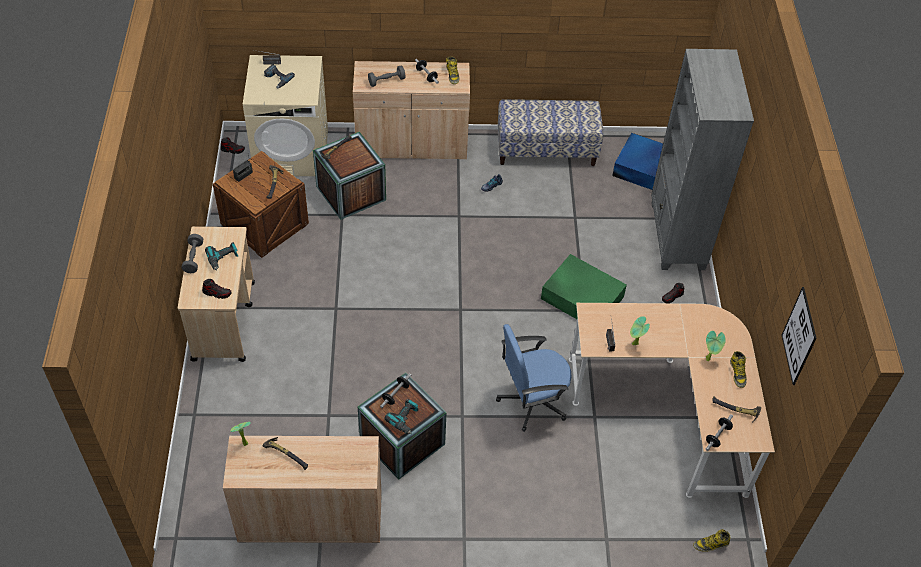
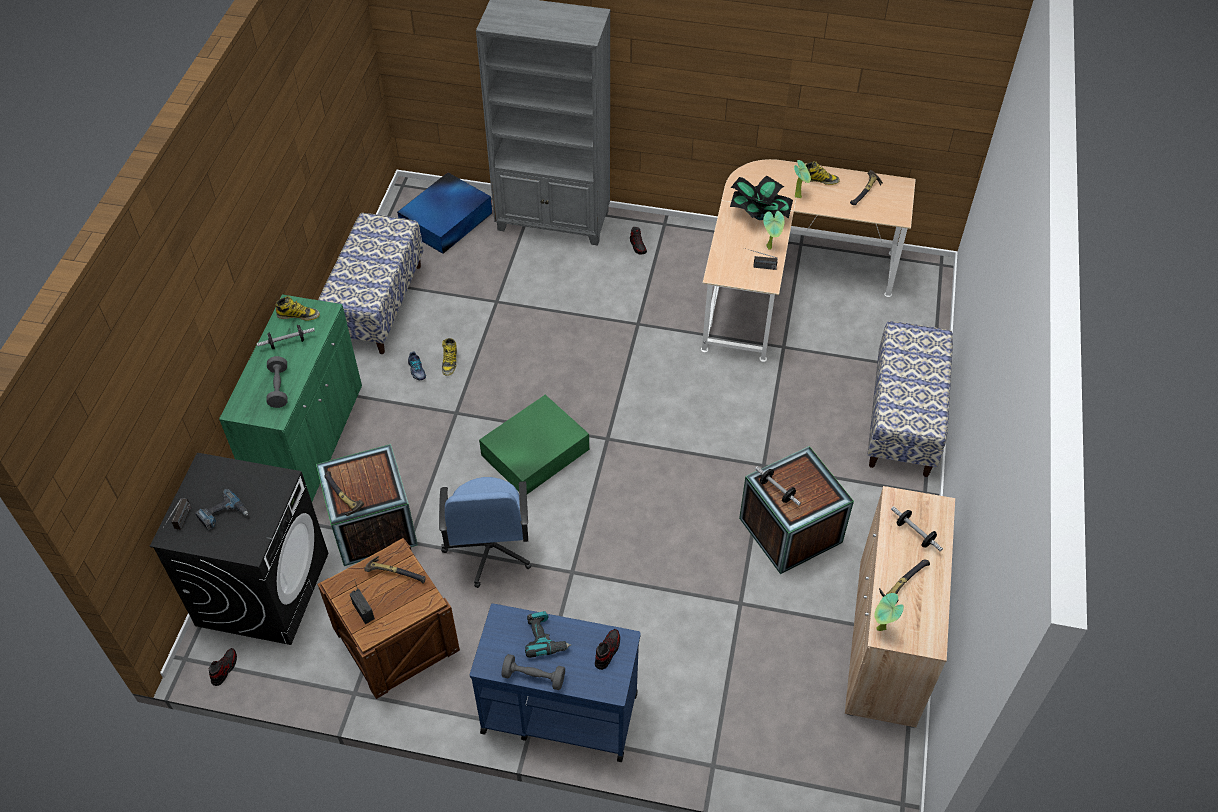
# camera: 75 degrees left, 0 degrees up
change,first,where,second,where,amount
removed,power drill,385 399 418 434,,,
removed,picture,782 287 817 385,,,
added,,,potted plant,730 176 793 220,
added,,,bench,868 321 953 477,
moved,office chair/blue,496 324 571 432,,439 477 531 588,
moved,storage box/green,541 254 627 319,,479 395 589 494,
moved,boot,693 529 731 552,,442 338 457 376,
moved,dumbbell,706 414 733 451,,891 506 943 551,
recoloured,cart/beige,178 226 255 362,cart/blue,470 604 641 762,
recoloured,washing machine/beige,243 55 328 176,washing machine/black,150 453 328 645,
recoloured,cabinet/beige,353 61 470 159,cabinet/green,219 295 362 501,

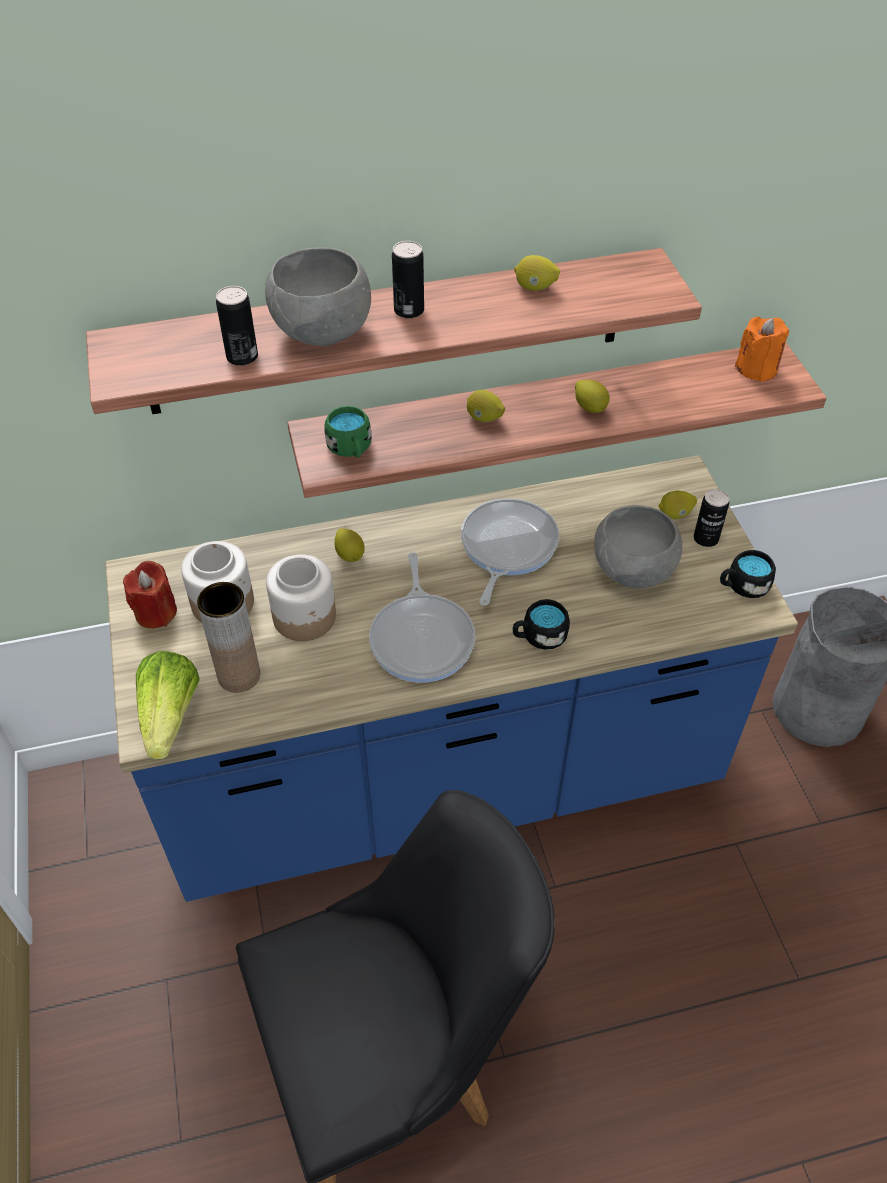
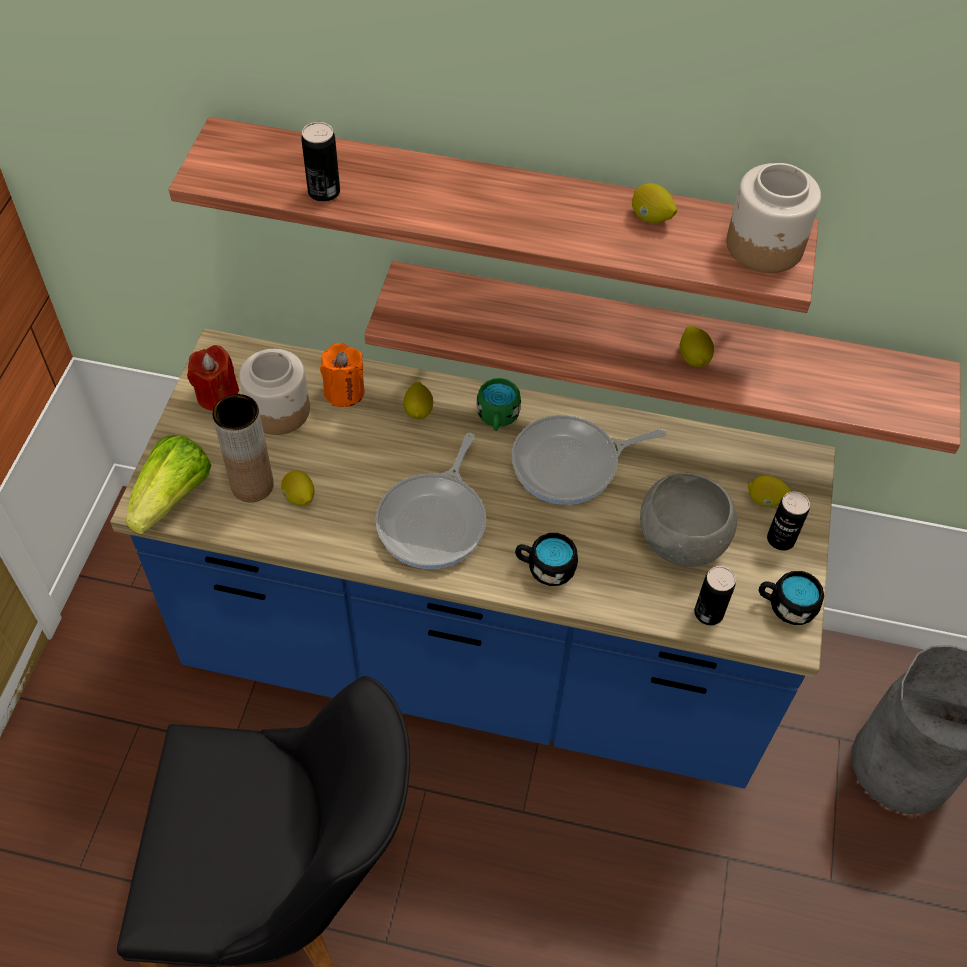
# camera: 25 degrees right, 5 degrees up
change,first,where,second,where,amount
removed,bowl/grey,265 247 371 346,,,
moved,jar,266 554 336 641,,726 163 821 273,
moved,mug/green,324 406 372 458,,476 378 521 431,
moved,can,392 241 424 319,,694 566 736 625,
moved,lemon,467 390 505 422,,281 470 315 506,
moved,candle/orange,735 317 789 382,,320 343 365 407,
turned,frying pan,461 498 559 606,,512 415 666 505,150 degrees counterclockwise

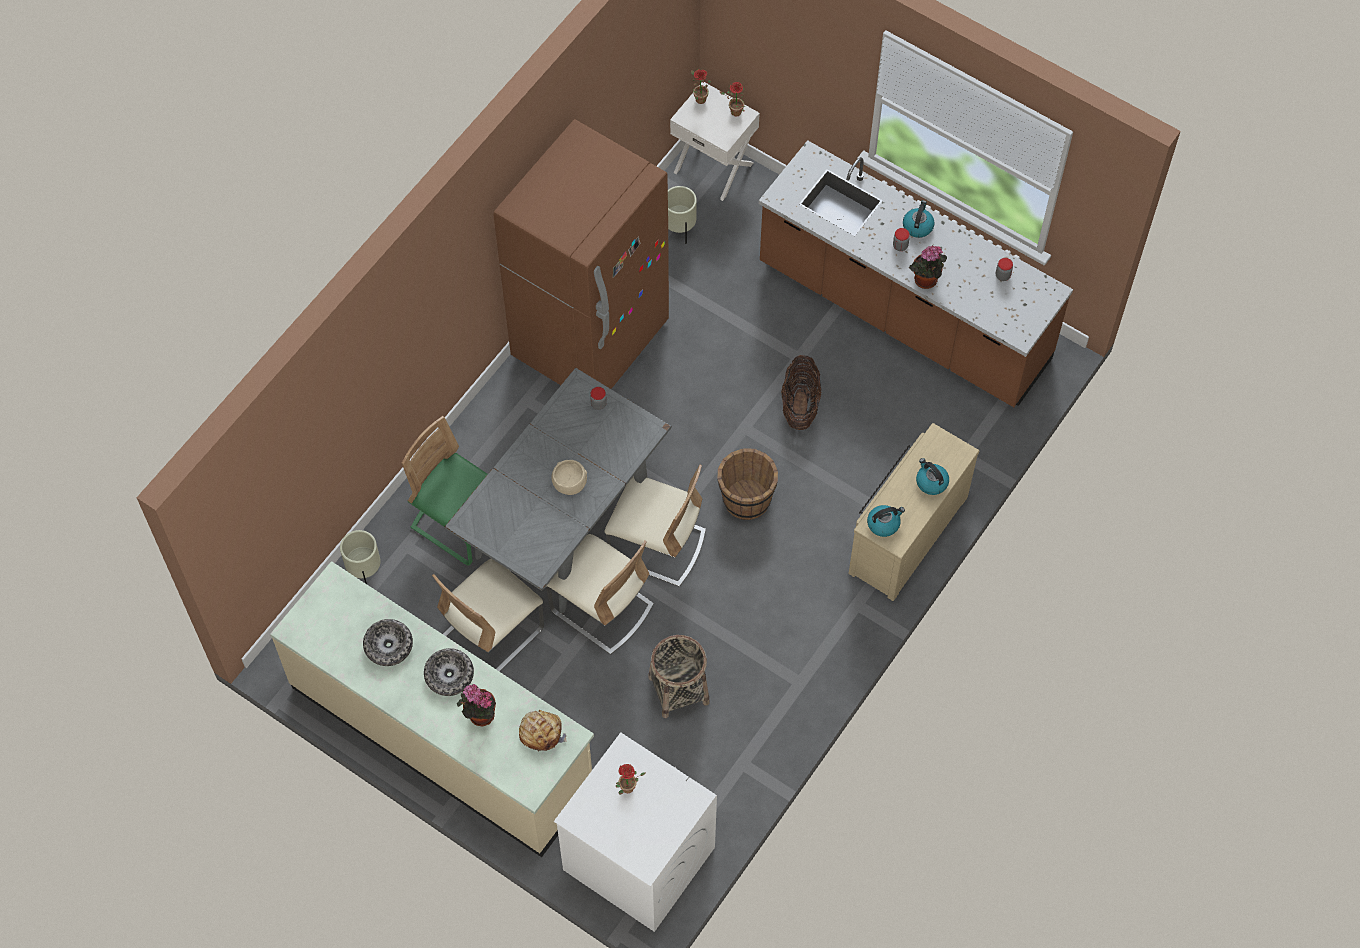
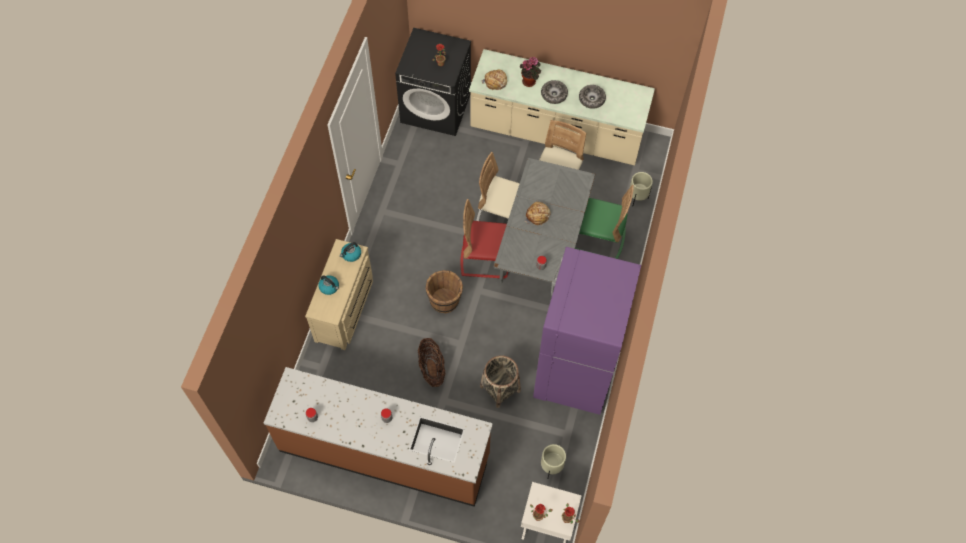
# camera: 160 degrees right, 0 degrees up
change,first,where,second,where,amount
removed,kettle,903 200 935 238,,,
removed,potted plant,909 245 947 289,,,
moved,basket,648 635 709 718,,480 356 521 408,
replaced,bowl/beige,552 460 587 495,bread,525 202 551 226,
recoloured,fridge/brown,493 119 669 389,fridge/purple,533 247 641 415,
recoloured,washing machine/white,554 733 717 932,washing machine/black,395 28 471 136,
recoloured,chair/beige,604 465 706 587,chair/red,460 199 508 278,

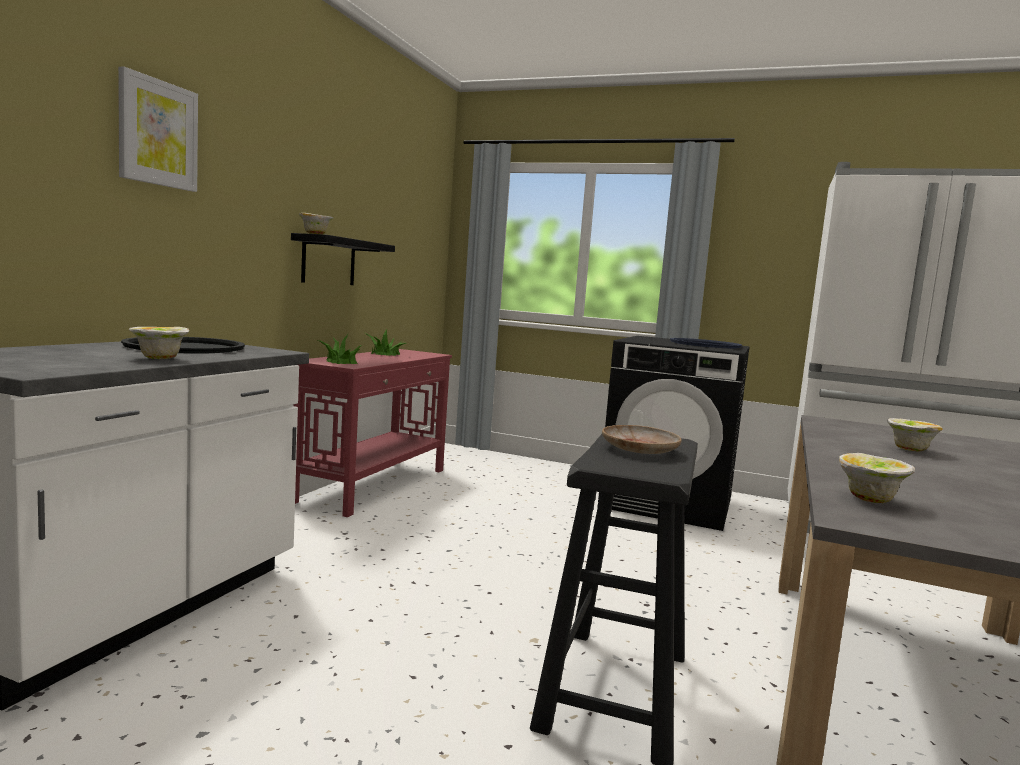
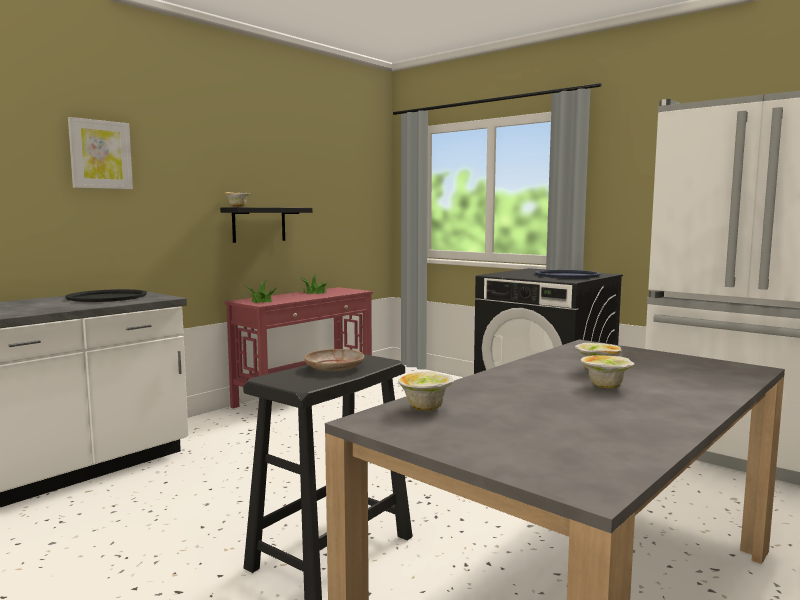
# camera: 20 degrees right, 0 degrees up
change,first,where,second,where,amount
moved,bowl,129 327 189 359,,581 355 634 389,

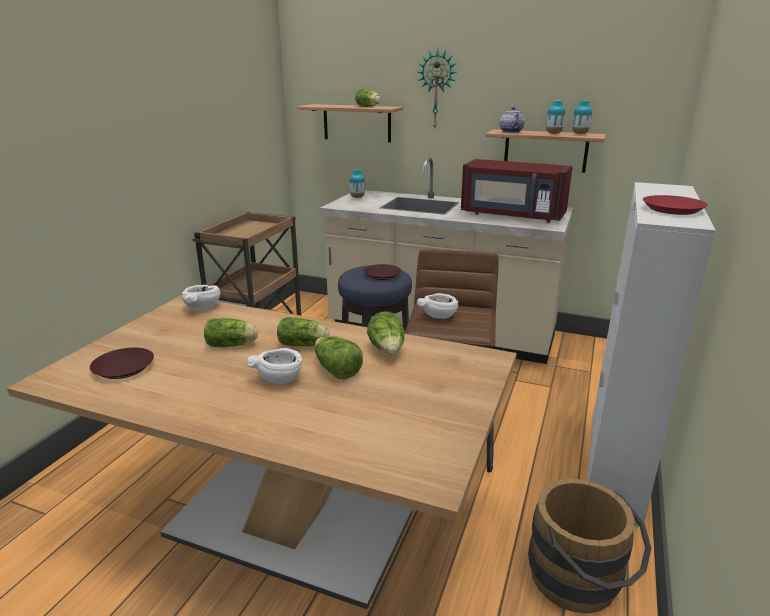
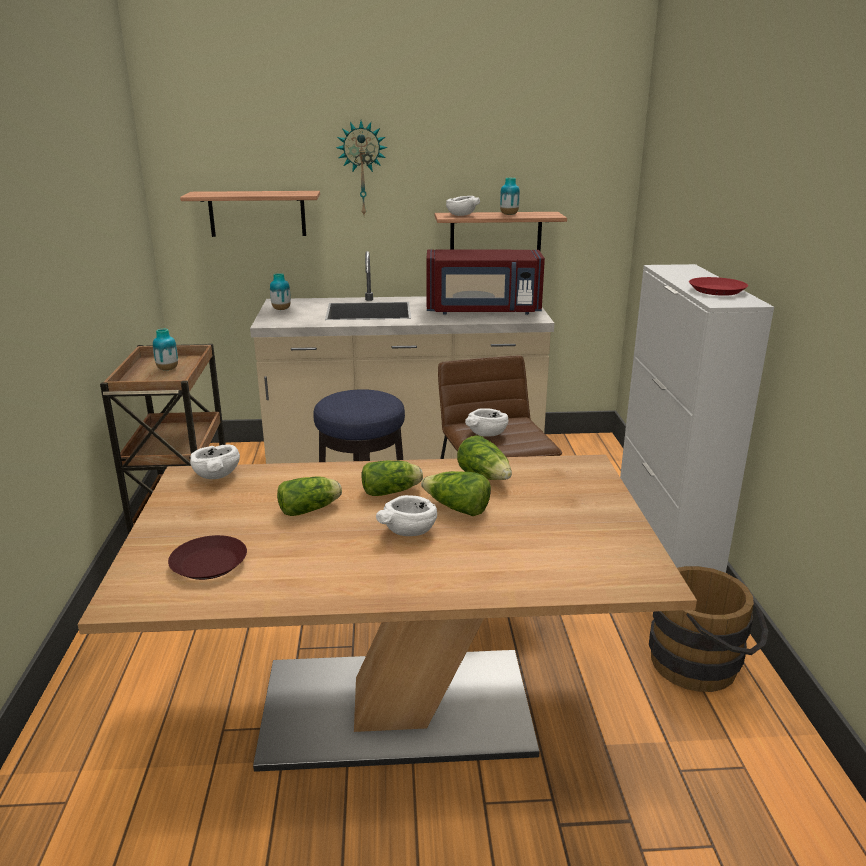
# camera: 25 degrees left, 0 degrees up
change,first,where,second,where,amount
removed,lettuce,355 89 381 107,,,
removed,plate/brown,364 264 401 280,,,
moved,vase,572 100 592 134,,153 329 178 370,
replaced,teapot,500 107 525 133,bowl/white,446 196 480 216,

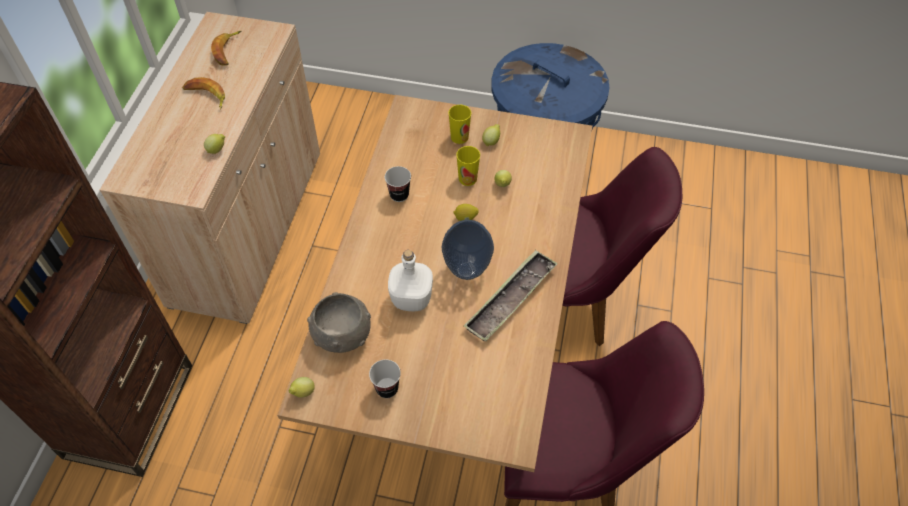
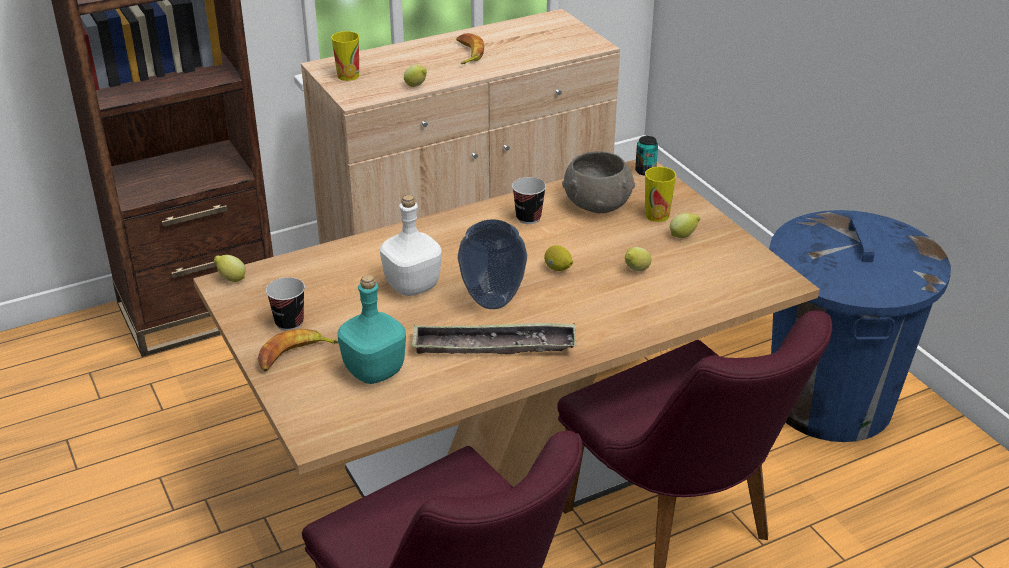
# camera: 50 degrees right, 20 degrees down
change,first,where,second,where,amount
added,,,bottle/turquoise,337 275 406 384,
added,,,can,635 136 658 176,
moved,banana,211 31 241 66,,257 329 338 371,
moved,bowl/grey,307 292 371 353,,562 151 635 213,
moved,cup,456 146 480 186,,331 31 359 81,

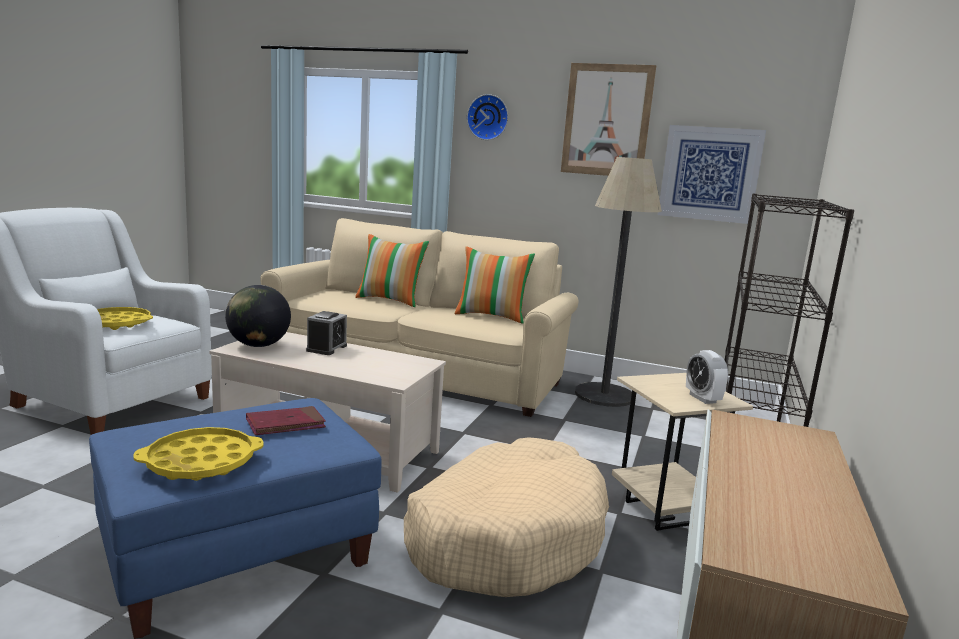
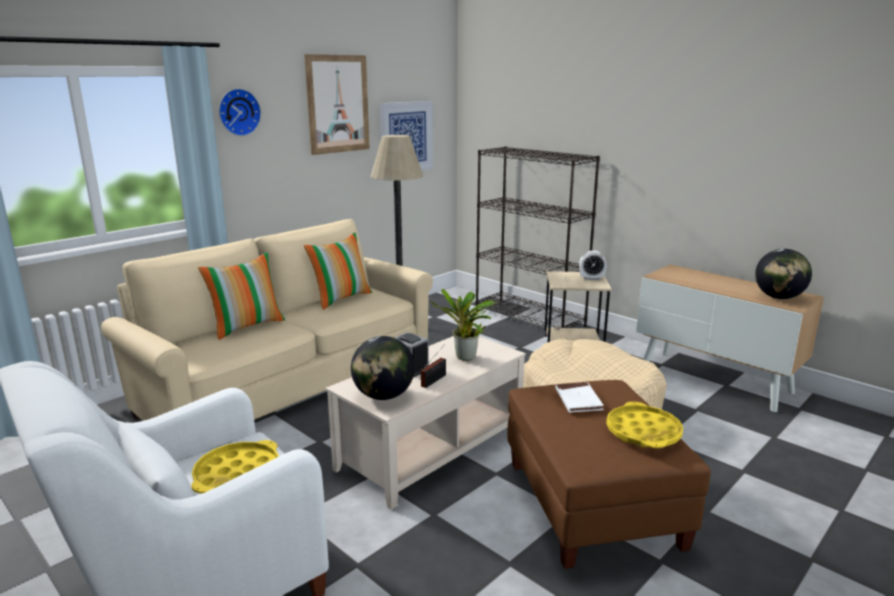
# camera: 65 degrees left, 5 degrees up
change,first,where,second,where,amount
added,,,radio,421 344 446 388,
added,,,potted plant,431 289 499 361,
added,,,globe,755 249 812 299,
recoloured,ottoman/blue,89 398 381 639,ottoman/brown,507 380 711 569,
recoloured,book/red,246 406 326 435,book/white,555 382 604 413,

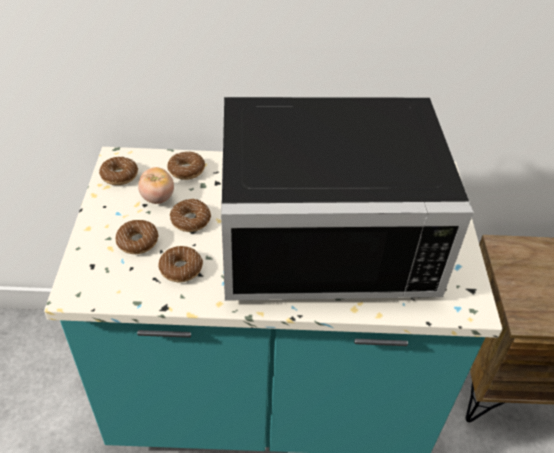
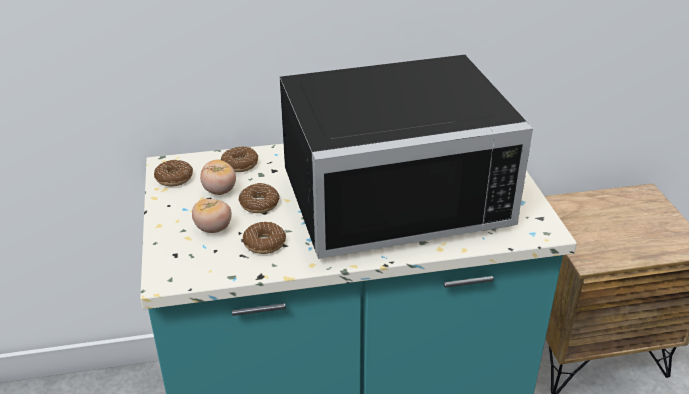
# camera: 10 degrees left, 10 degrees down
change,first,where,second,where,amount
replaced,donut,116 220 158 254,tomato,192 199 232 233,

